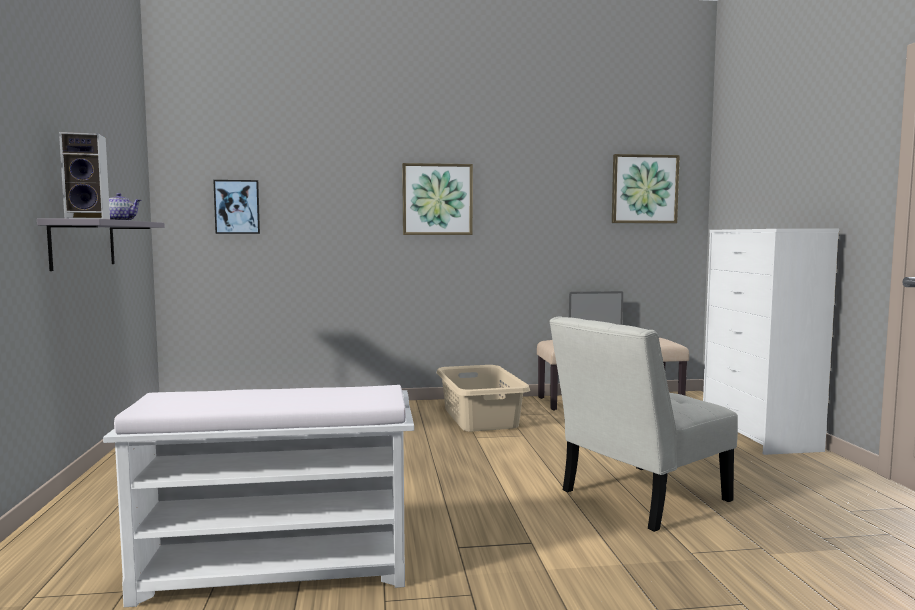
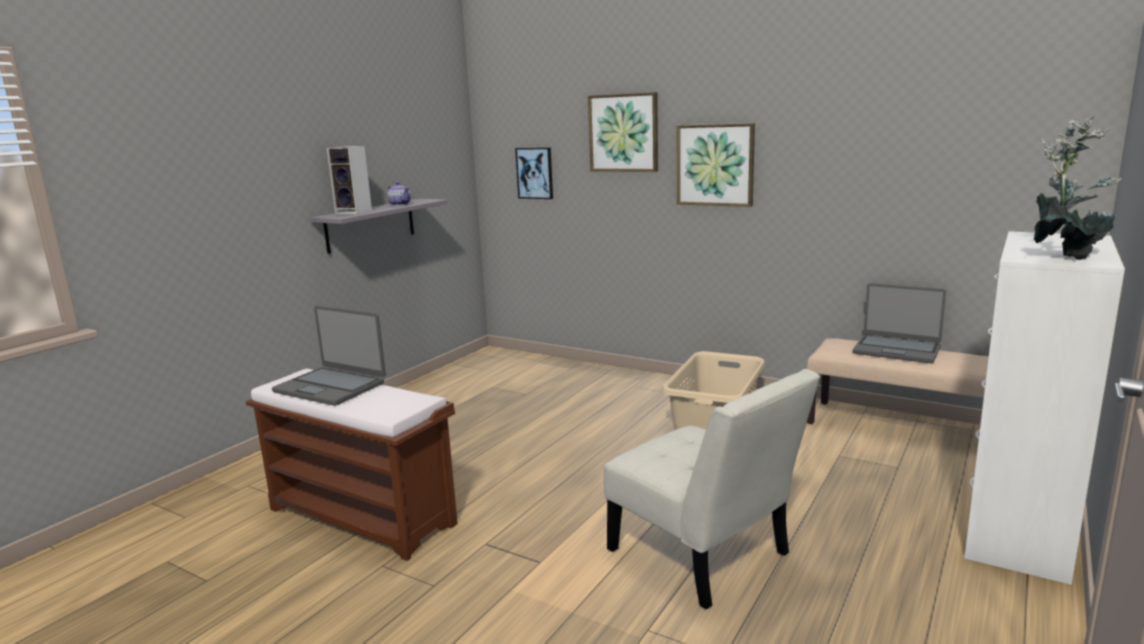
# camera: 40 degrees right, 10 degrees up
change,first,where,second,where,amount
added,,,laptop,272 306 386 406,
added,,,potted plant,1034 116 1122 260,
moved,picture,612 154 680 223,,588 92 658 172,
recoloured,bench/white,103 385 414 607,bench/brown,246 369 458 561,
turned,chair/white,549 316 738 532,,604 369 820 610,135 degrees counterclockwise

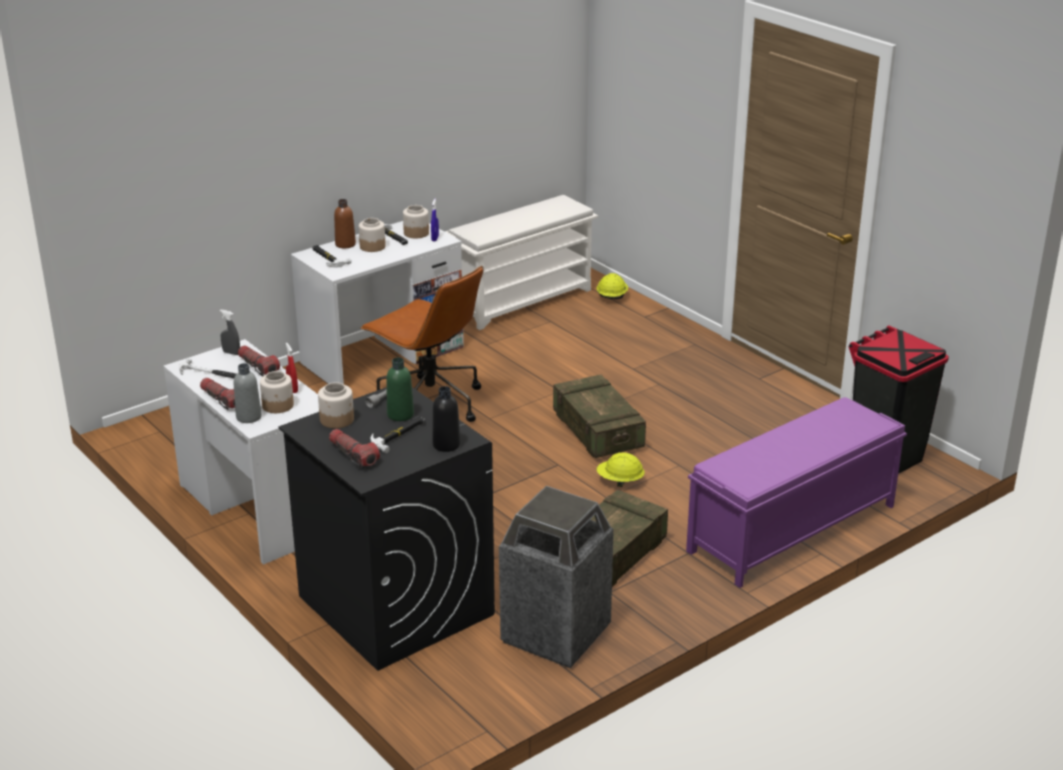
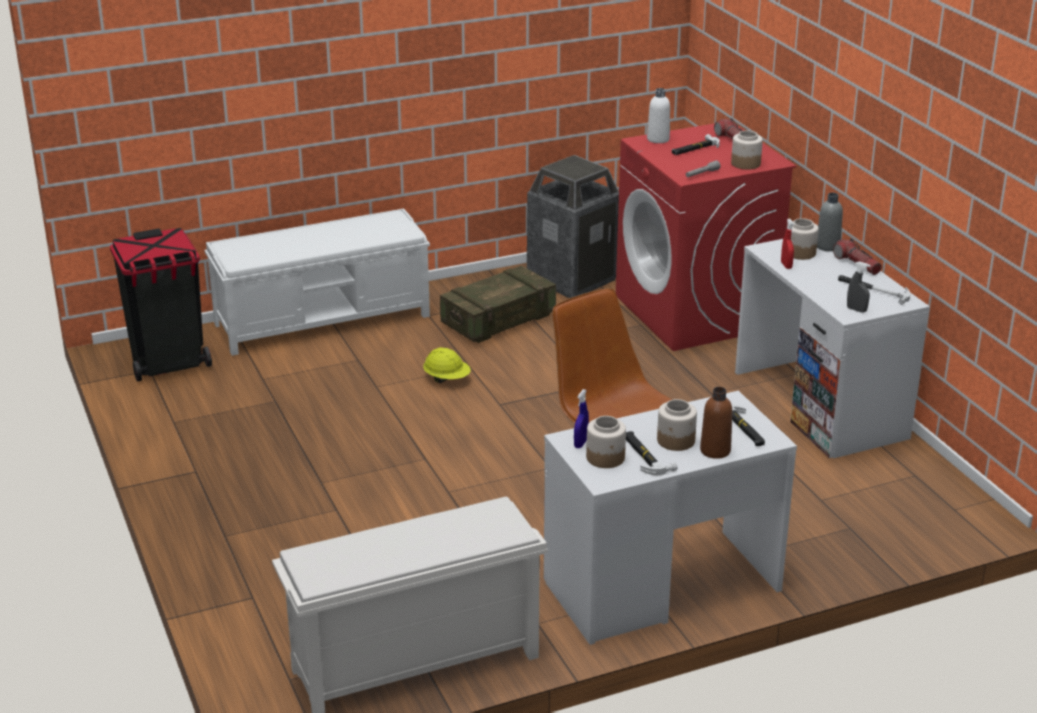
# camera: 165 degrees left, 0 degrees up
change,first,where,second,where,amount
removed,flashlight,238 345 280 377,,,
removed,bottle/green,386 357 414 421,,,
removed,crate,553 375 646 458,,,
removed,hard hat/yellow,596 273 628 299,,,
recoloured,washing machine/black,278 387 495 671,washing machine/red,616 123 796 351,
recoloured,bottle/black,432 386 460 452,bottle/white,647 88 670 143,
recoloured,bench/purple,686 397 907 588,bench/white,204 208 430 356,

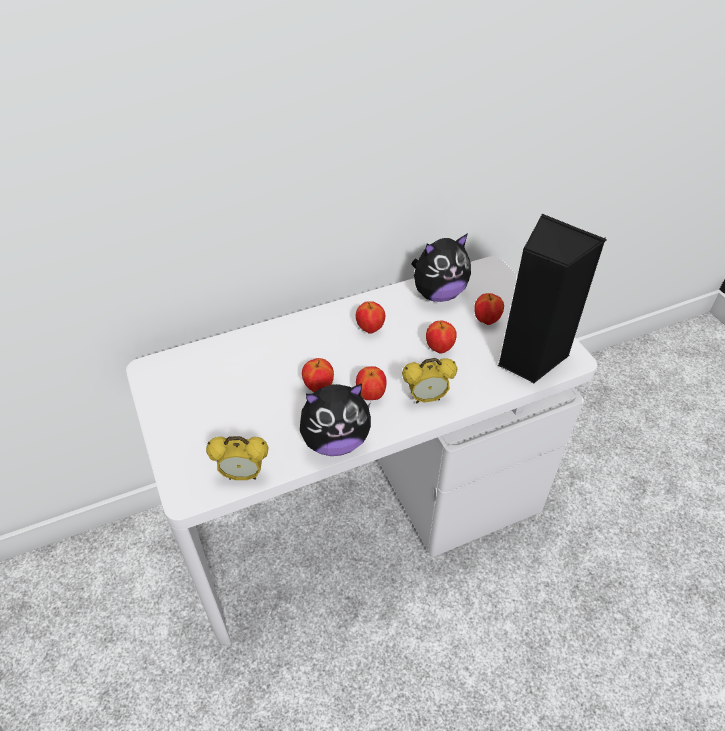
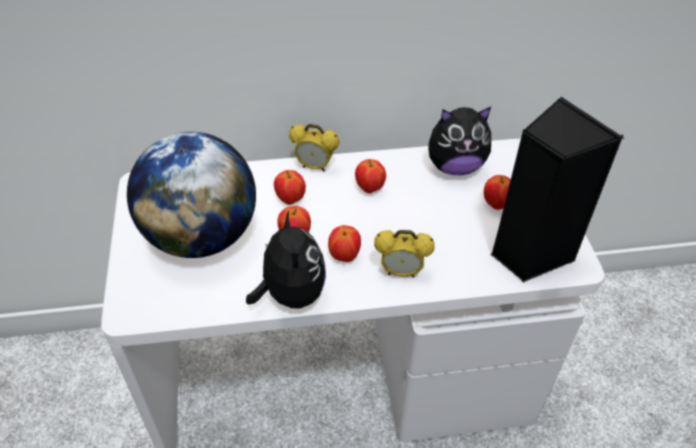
# camera: 15 degrees right, 0 degrees up
change,first,where,second,where,amount
added,,,globe,127 132 256 258,
moved,alarm clock,206 436 269 480,,289 124 340 172,
moved,apple,426 321 457 353,,274 170 306 205,
turned,plush toy,300 384 371 456,,246 211 326 308,105 degrees counterclockwise

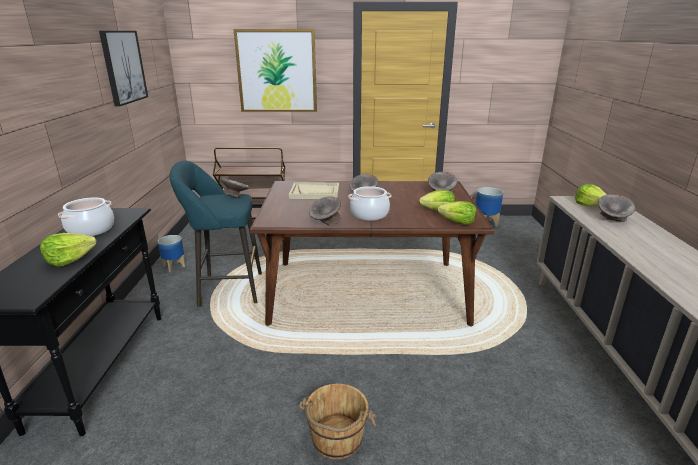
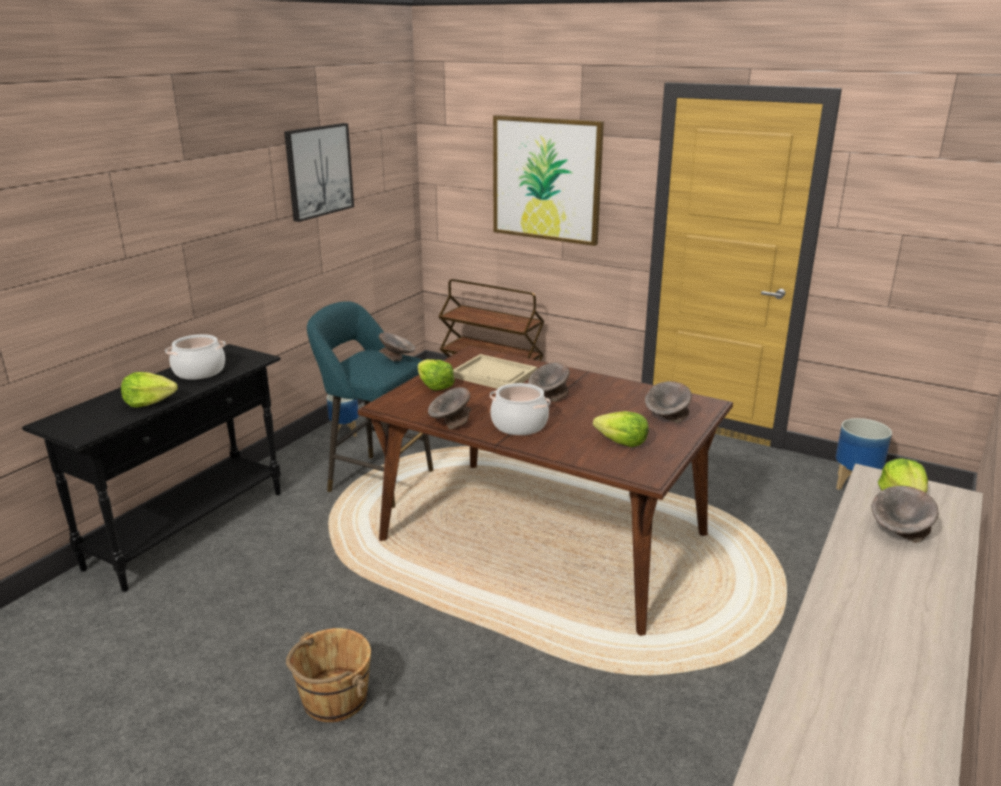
# camera: 30 degrees right, 0 degrees up
change,first,where,second,where,amount
moved,lettuce,437 201 477 225,,418 359 455 391,

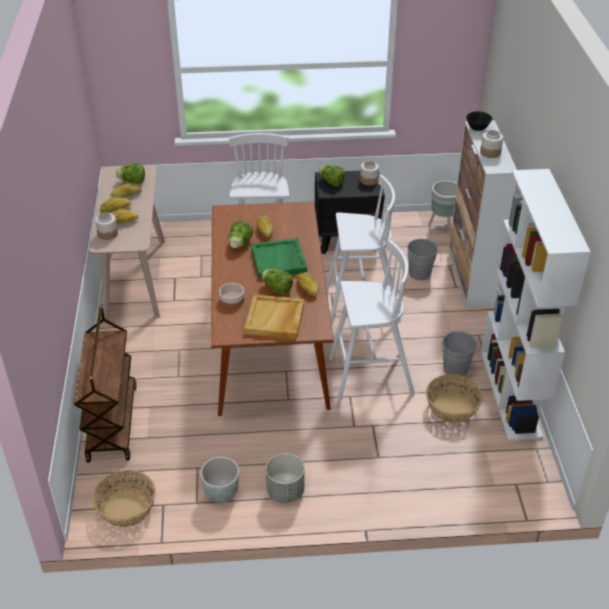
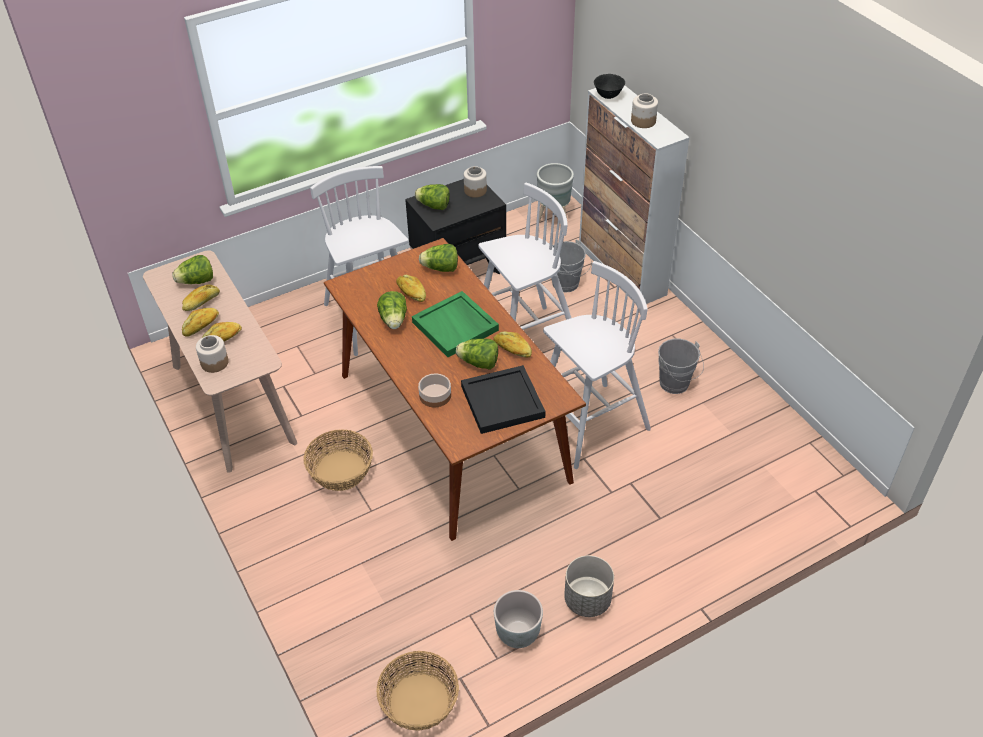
# camera: 25 degrees left, 5 degrees up
change,first,where,second,where,amount
removed,cart/brown,74 307 137 463,,,
removed,bookcase/white,481 169 591 440,,,
added,,,lettuce,419 244 458 272,
moved,basket,426 374 483 423,,304 430 373 491,
recoloured,tray/beige,244 294 304 339,tray/black,461 365 546 434,

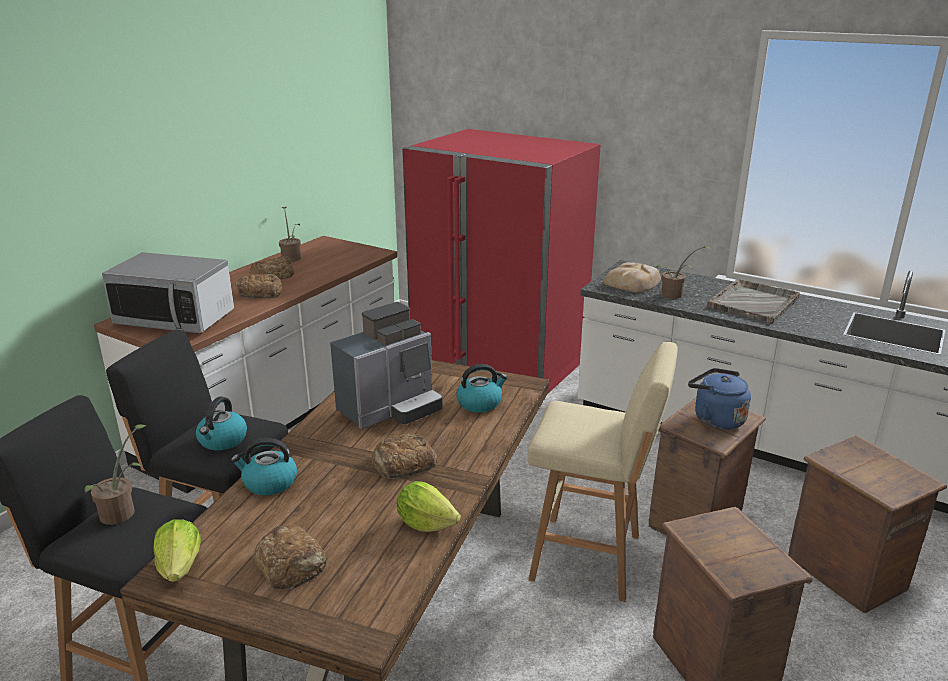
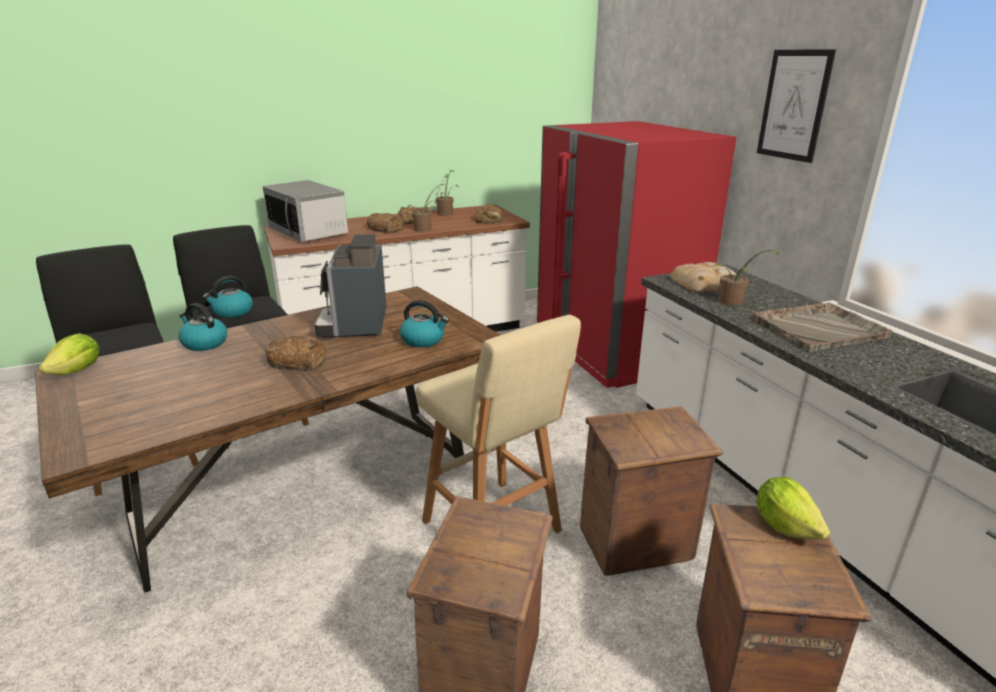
# camera: 35 degrees right, 0 degrees up
change,first,where,second,where,amount
removed,kettle/blue,688 368 751 430,,,
added,,,picture,757 49 836 163,
moved,potted plant,85 424 146 525,,407 184 447 232,
moved,bread,254 524 328 589,,475 204 503 224,
moved,lettuce,397 481 461 532,,756 477 830 540,
turned,coffee machine,330 302 443 429,,315 234 386 337,90 degrees clockwise

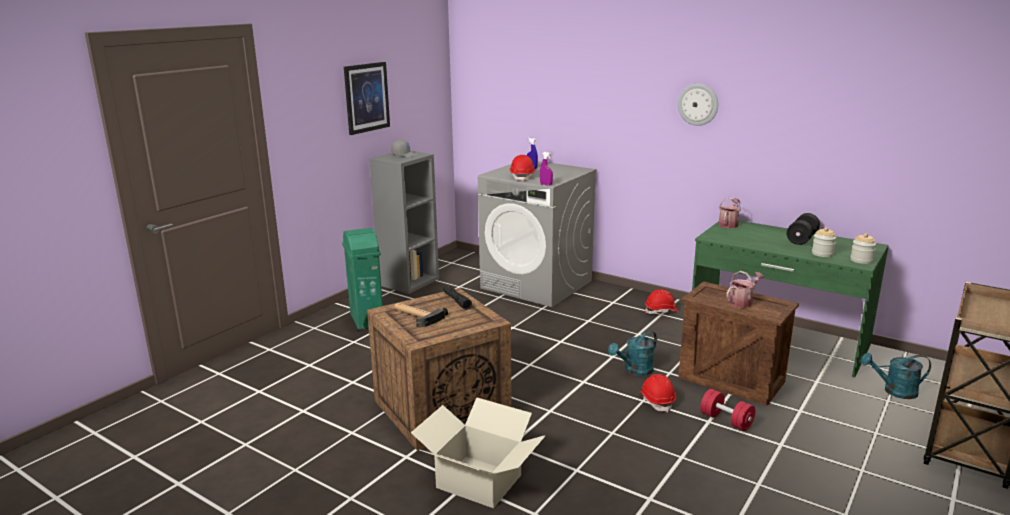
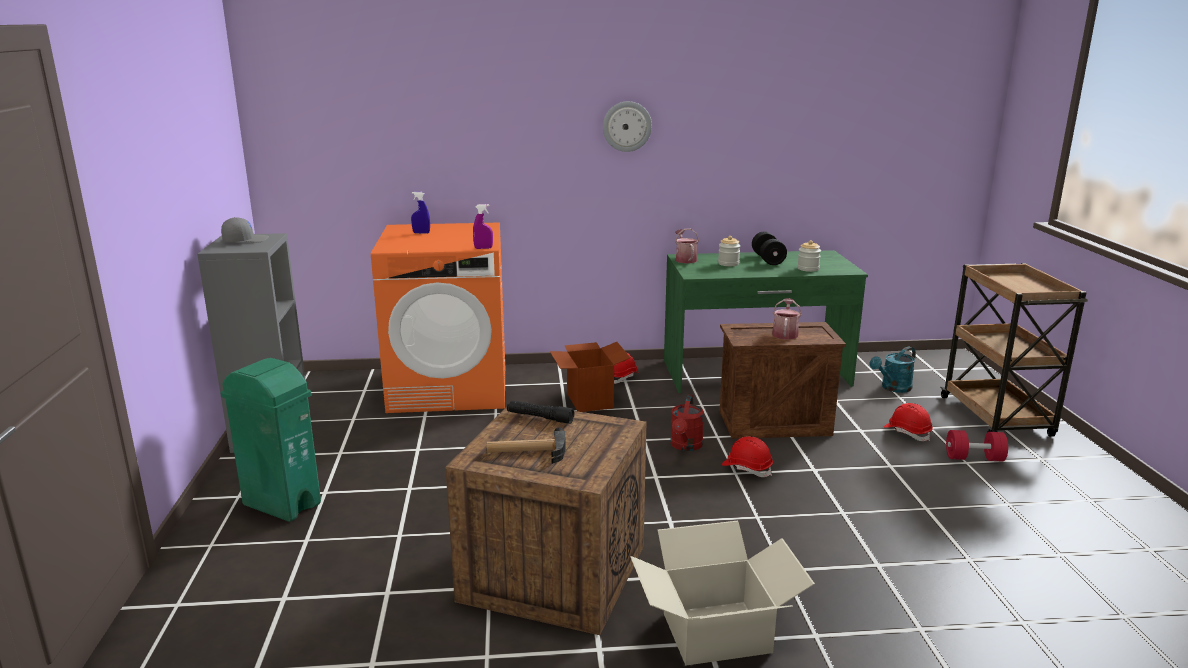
# camera: 40 degrees left, 0 degrees up
change,first,where,second,where,amount
removed,picture,344 62 390 135,,,
added,,,cardboard box,550 342 630 412,
moved,hard hat/red,510 155 535 181,,884 403 933 441,
moved,dumbbell/red,700 389 755 431,,946 430 1008 462,
moved,jar,850 233 876 264,,718 236 740 266,
recoloured,washing machine/grey,478 161 597 307,washing machine/orange,371 222 505 413,
recoloured,watering can/turquoise,608 331 657 376,watering can/red,670 395 704 451,

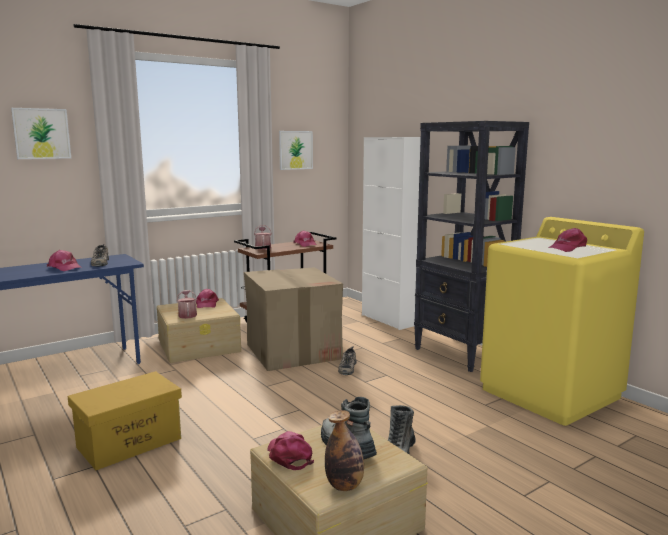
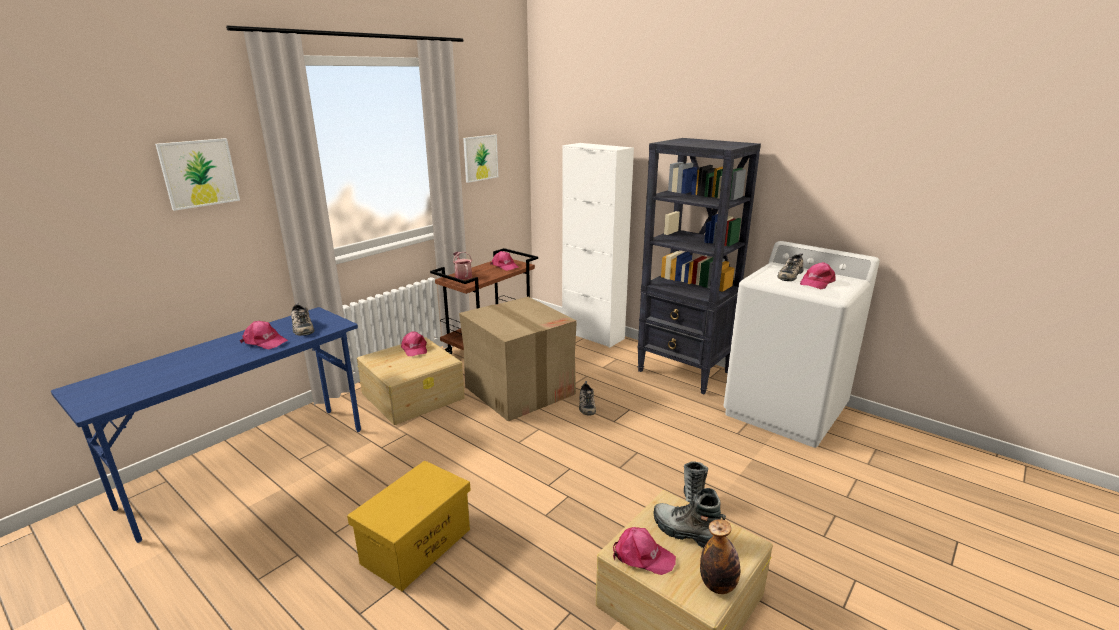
# camera: 15 degrees left, 10 degrees up
change,first,where,second,where,amount
removed,watering can,177 290 197 319,,,
added,,,shoe,778 253 803 281,
recoloured,washing machine/yellow,480 217 644 426,washing machine/white,723 241 880 448,
turned,cap/pink,268 431 314 470,,613 527 676 575,150 degrees clockwise

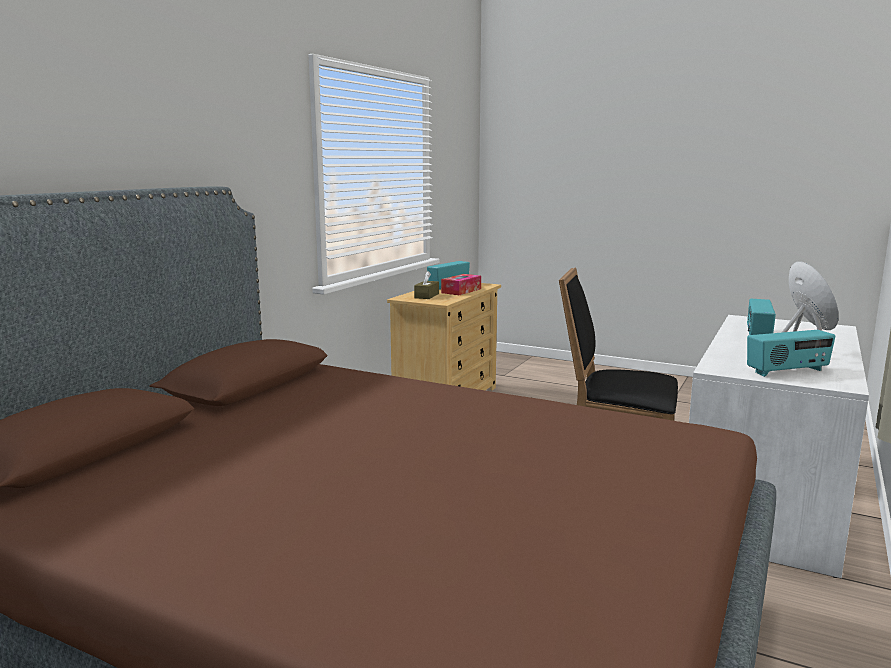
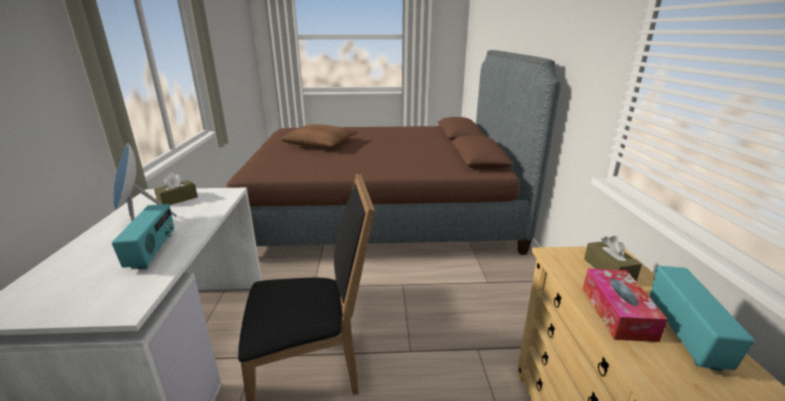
# camera: 150 degrees right, 10 degrees up
change,first,where,second,where,amount
added,,,pillow/brown,281 124 358 147,
replaced,radio,747 330 835 377,tissue box/brown,154 173 198 205,

